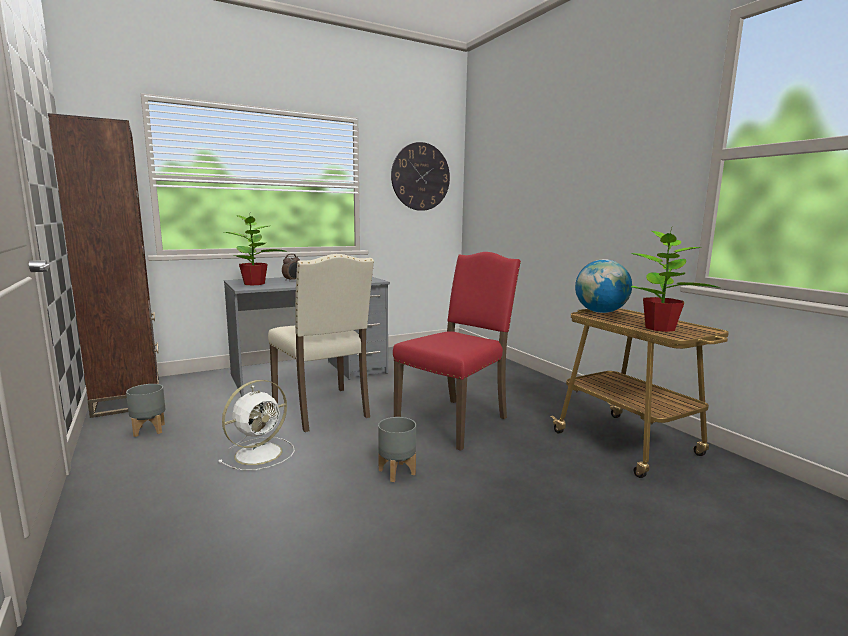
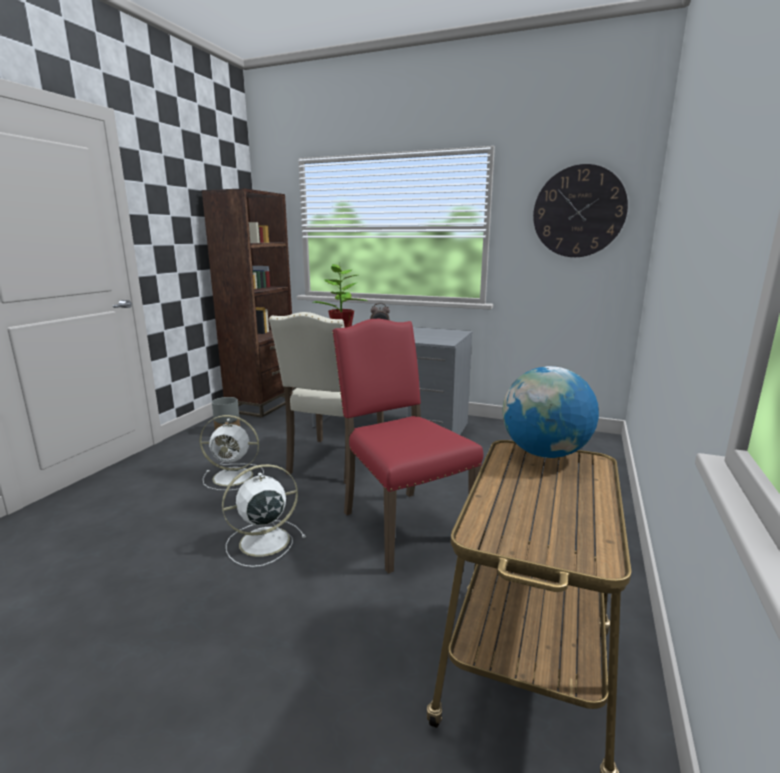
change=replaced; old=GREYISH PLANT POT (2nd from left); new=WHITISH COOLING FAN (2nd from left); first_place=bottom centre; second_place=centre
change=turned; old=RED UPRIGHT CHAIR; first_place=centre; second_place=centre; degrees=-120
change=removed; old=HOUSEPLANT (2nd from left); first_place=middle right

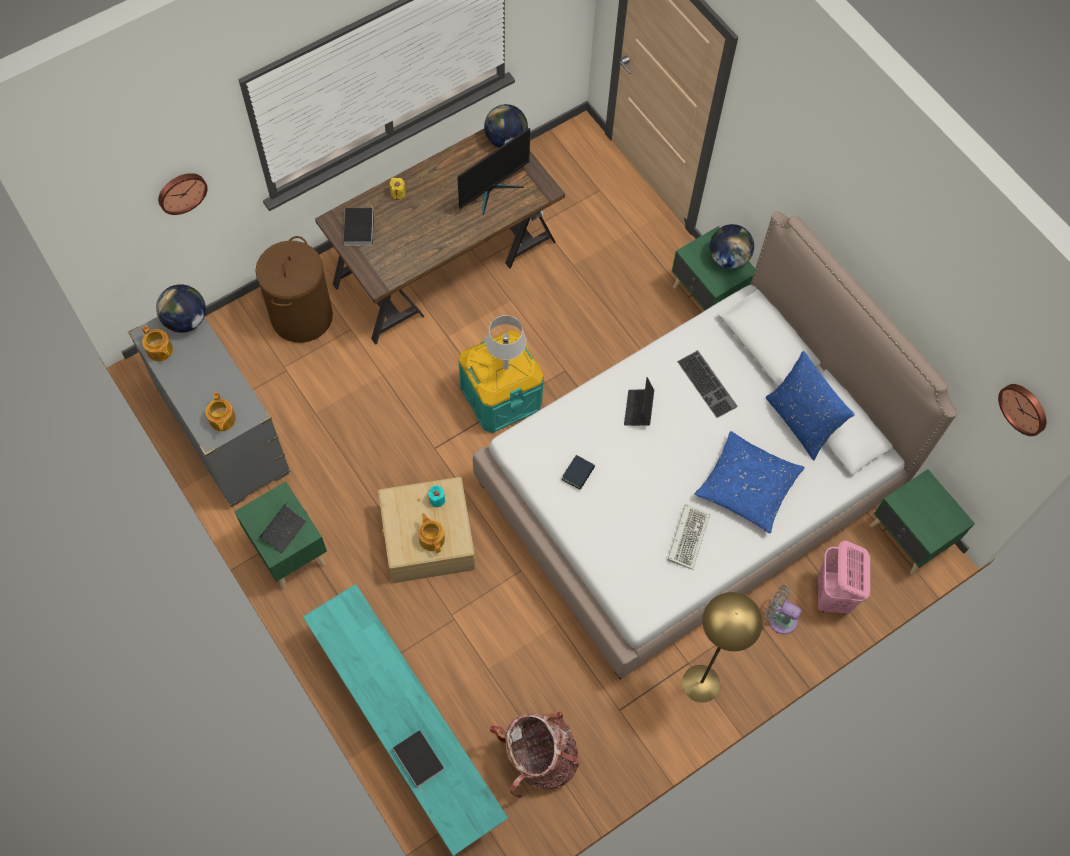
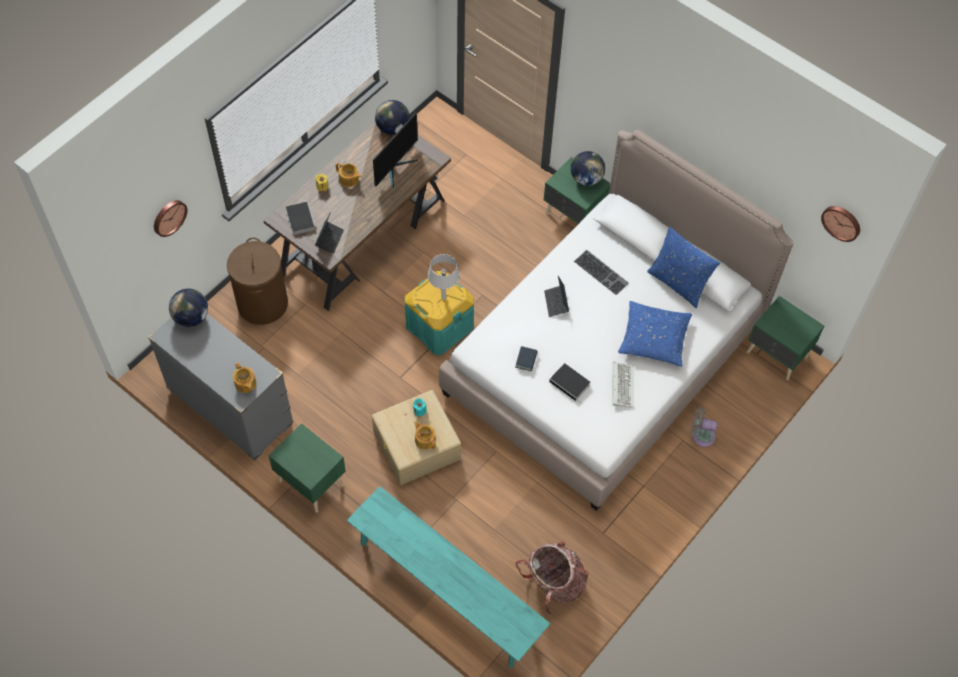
change=moved; old=TEA POT (1st from left in the first image); new=TEA POT (2nd from left); first_place=middle left; second_place=top centre
change=moved; old=NOTEBOOK COMPUTER (1st from left); first_place=middle left; second_place=centre
change=moved; old=BOUND BOOK (2nd from left in the first image); new=BOUND BOOK (3rd from left); first_place=bottom centre; second_place=centre
change=removed; old=YELLOW STANDARD LAMP; first_place=bottom right
change=removed; old=PINK HAMPER; first_place=bottom right

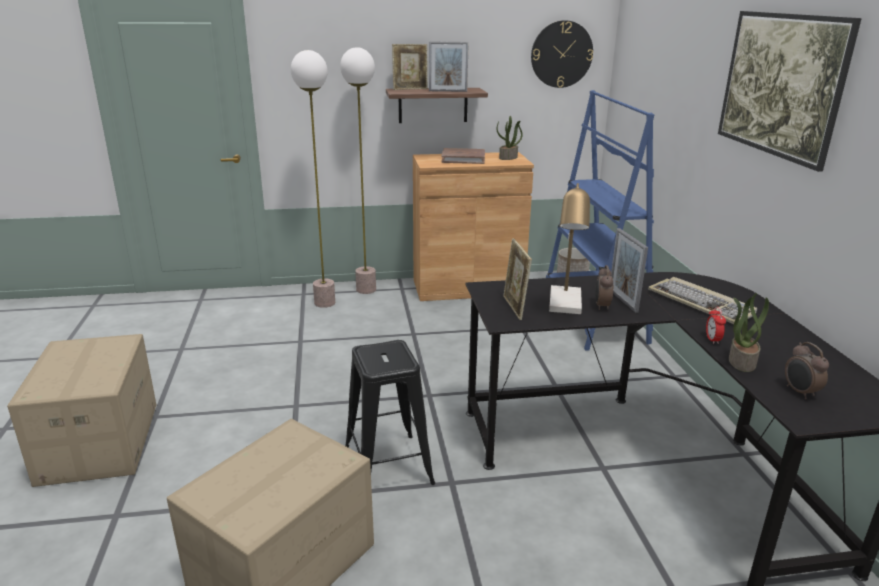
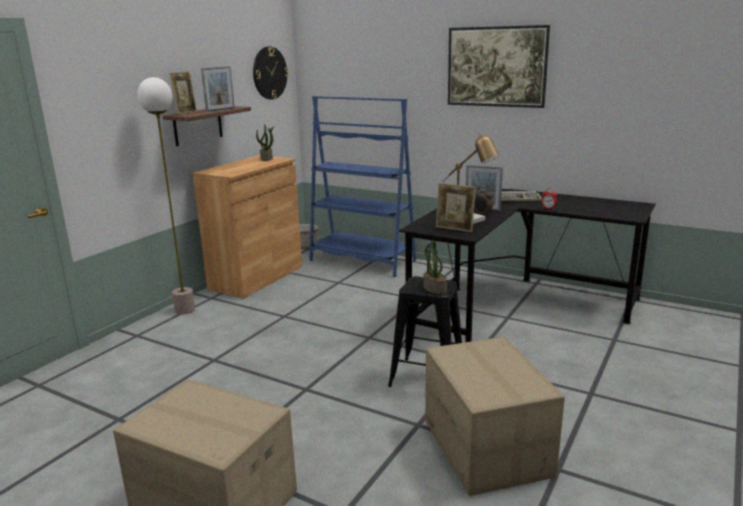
change=removed; old=STANDARD LAMP (1st from left); first_place=top centre
change=removed; old=BROWN BOUND BOOK; first_place=top centre
change=moved; old=HOUSEPLANT (2nd from left); first_place=middle right; second_place=centre
change=removed; old=BEDSIDE CLOCK (3rd from left); first_place=middle right

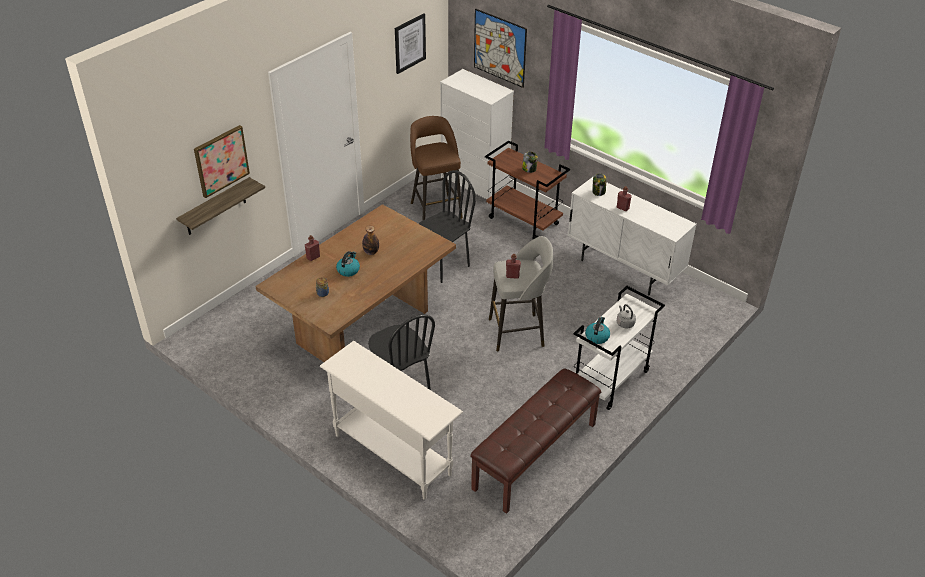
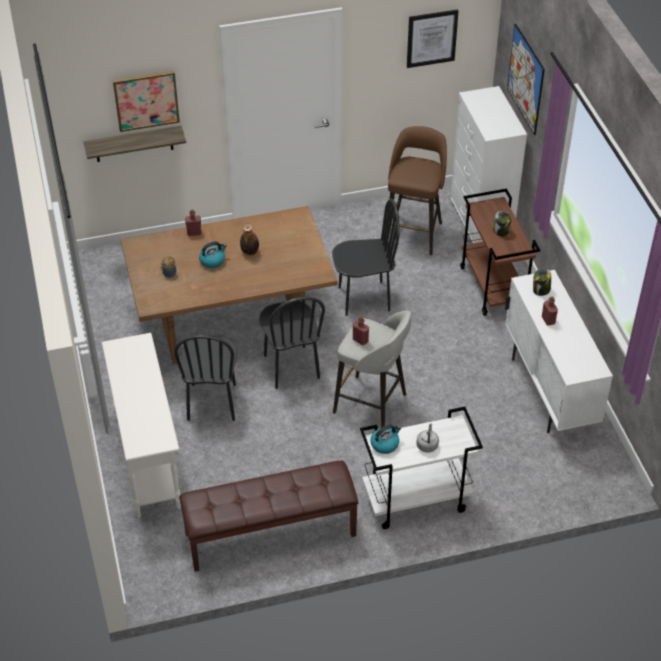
change=added; new=BLACK-COLOURED UPRIGHT CHAIR (2nd from left); second_place=centre

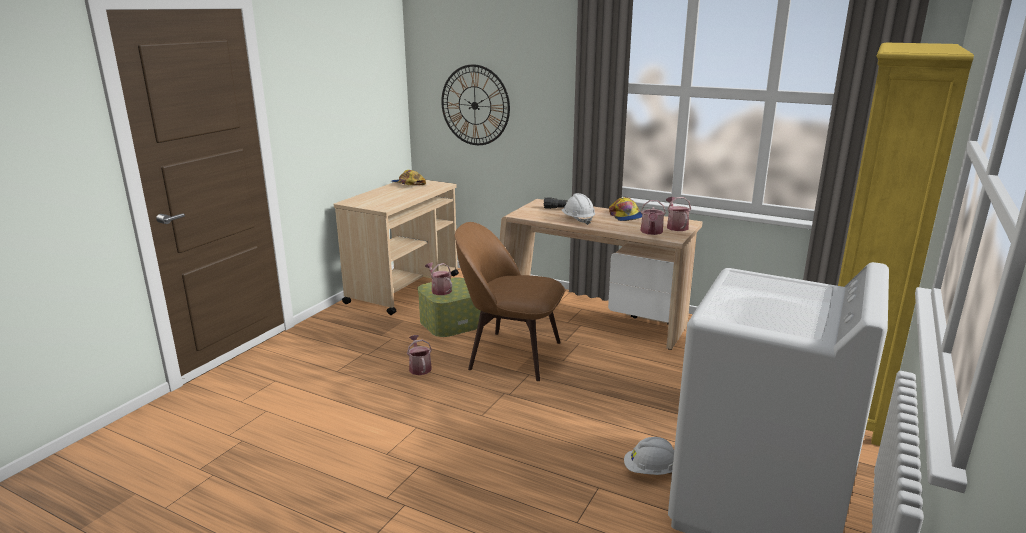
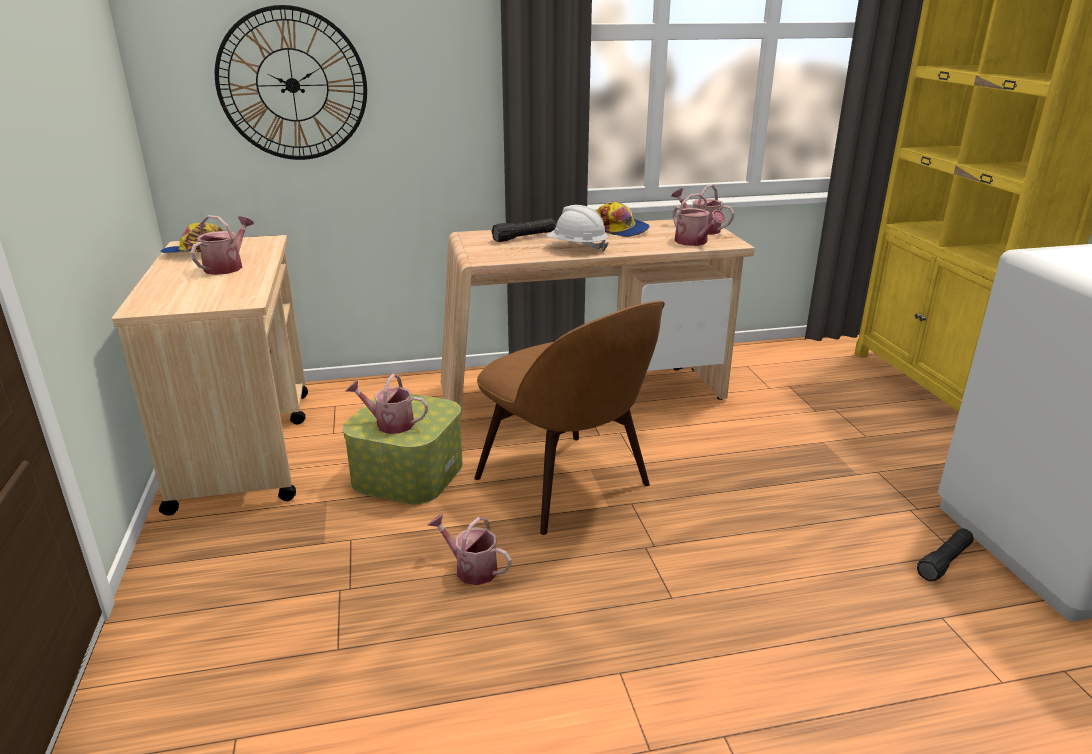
change=turned; old=BROWN UPRIGHT CHAIR; first_place=centre; second_place=centre; degrees=-105
change=replaced; old=WHITISH SAFETY HELMET (2nd from left); new=BLACK-COLOURED FLASHLIGHT (2nd from left); first_place=bottom centre; second_place=bottom right
change=added; new=SPRINKLING CAN (1st from left); second_place=top left

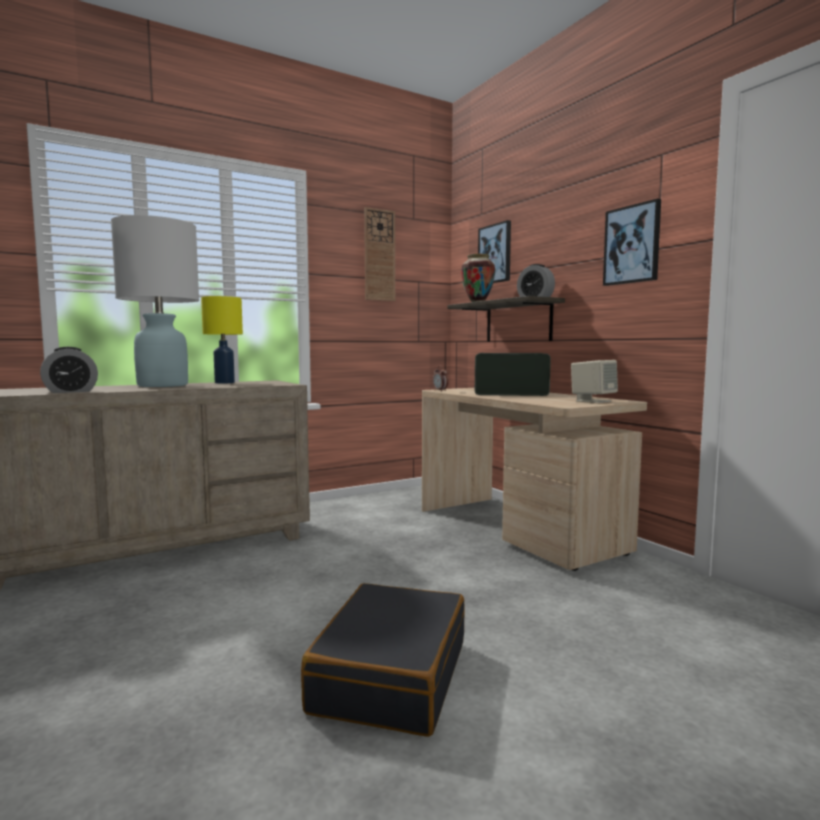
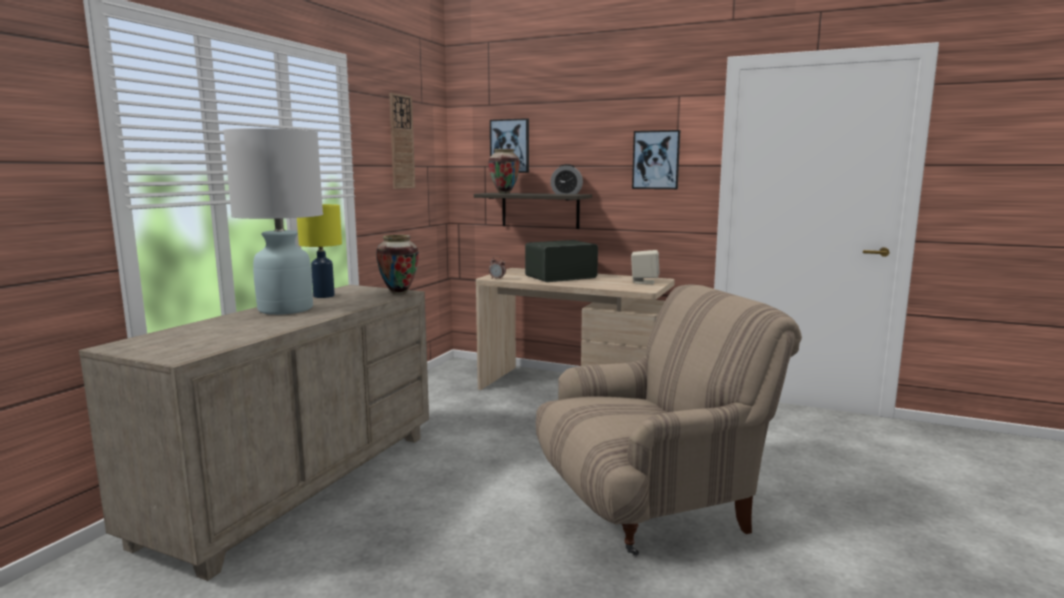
change=removed; old=BEDSIDE CLOCK (1st from left); first_place=middle left
change=replaced; old=BLACK-COLOURED TRAVEL CASE; new=BEIGE ARMCHAIR; first_place=bottom centre; second_place=bottom centre
change=added; new=FLOWER VASE (1st from left); second_place=centre

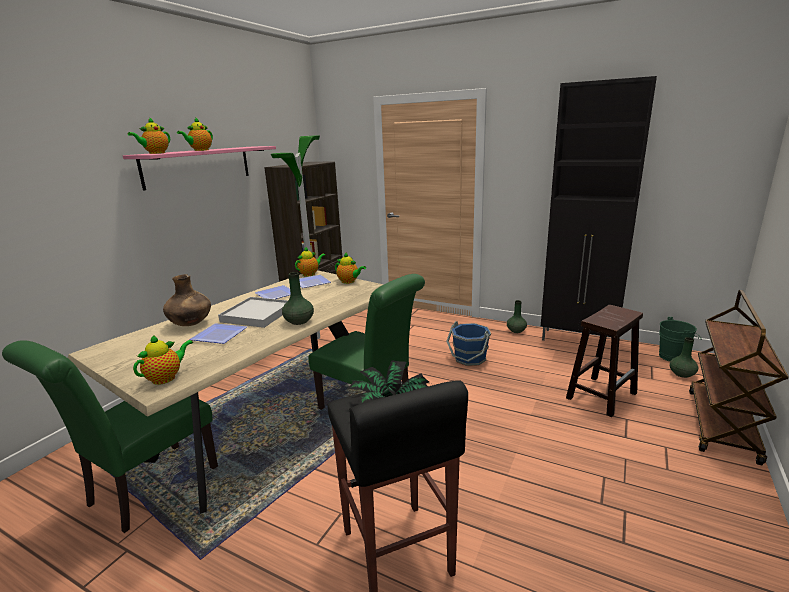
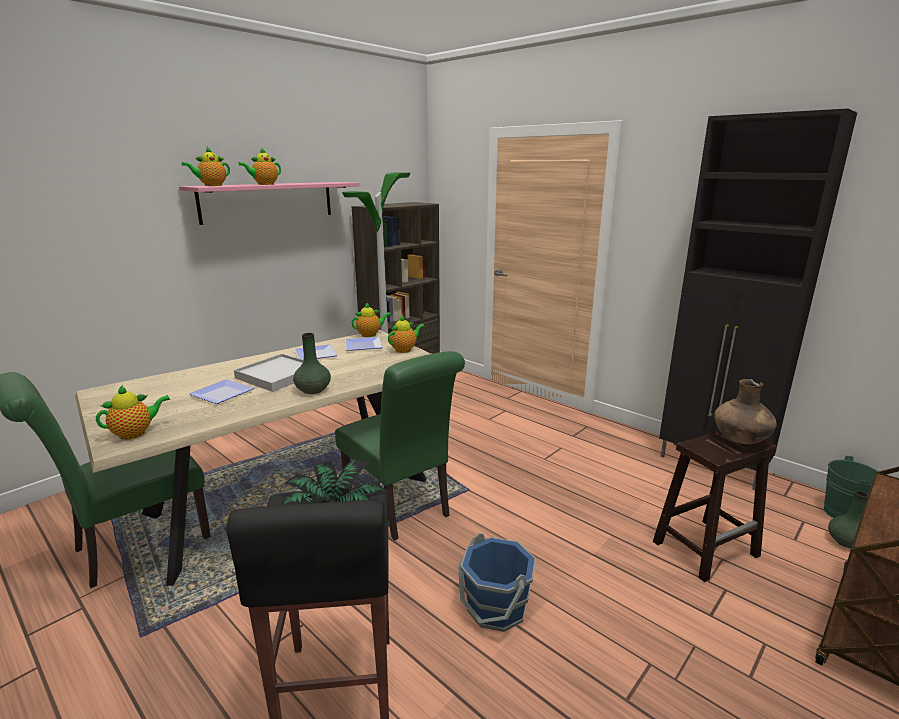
change=moved; old=BROWN FLOWER VASE; first_place=middle left; second_place=middle right
change=turned; old=TEA POT (5th from left); first_place=centre; second_place=centre; degrees=-90
change=moved; old=BLUE WATER BUCKET; first_place=centre; second_place=bottom centre
change=removed; old=GREEN-COLOURED FLOWER VASE (2nd from left); first_place=centre

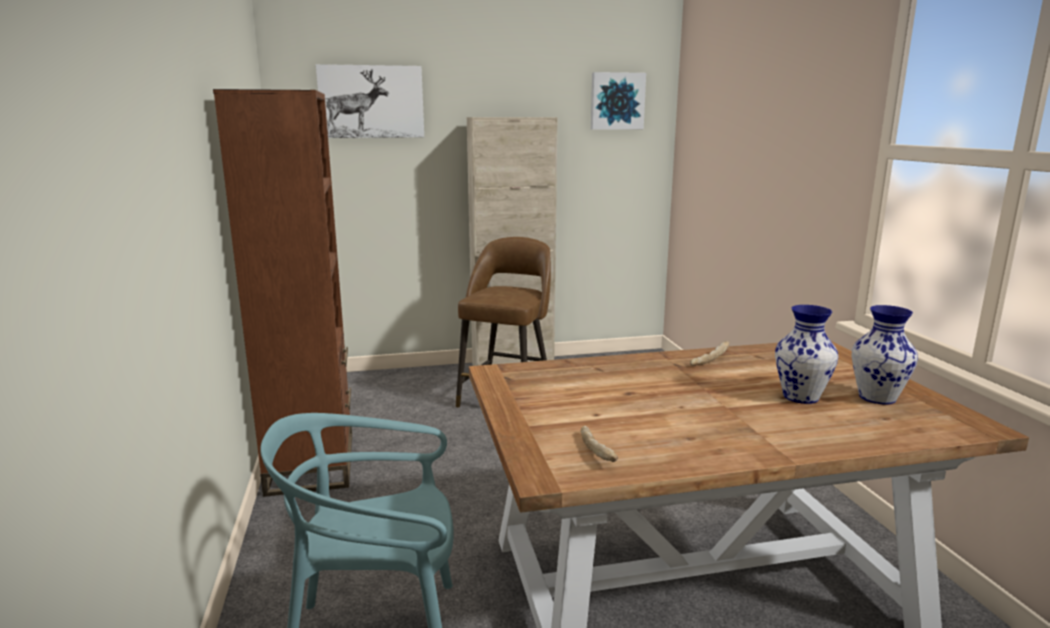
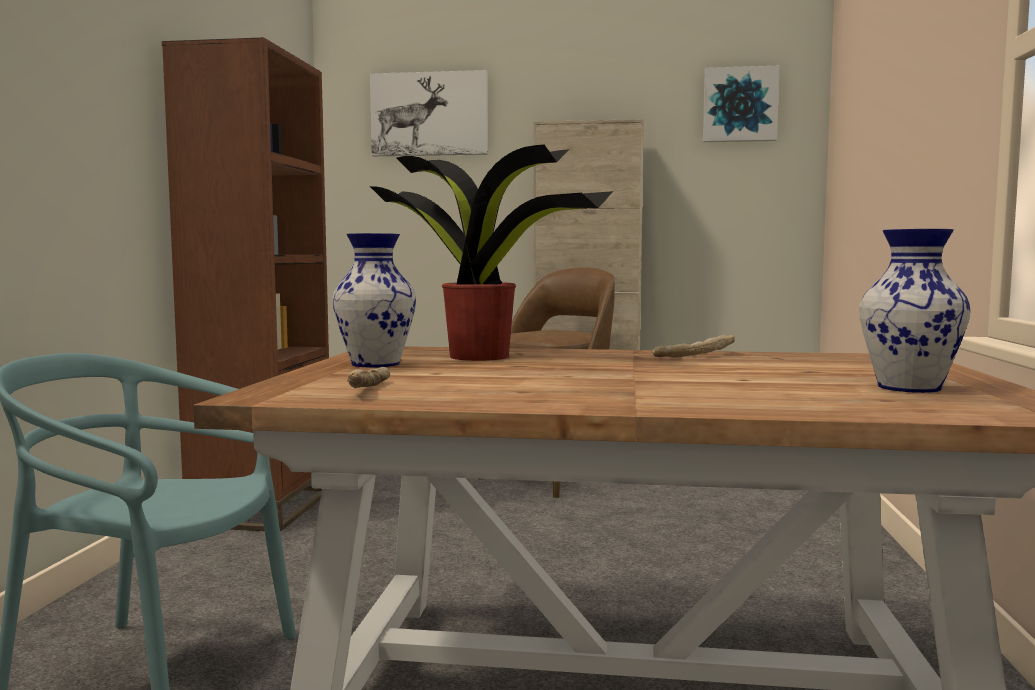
change=moved; old=FLOWER VASE (1st from left); first_place=middle right; second_place=centre
change=added; new=HOUSEPLANT; second_place=centre

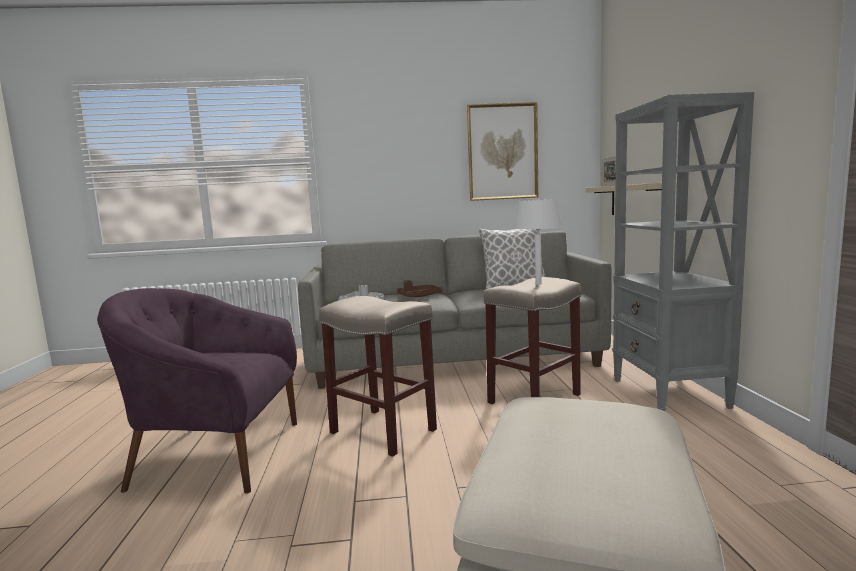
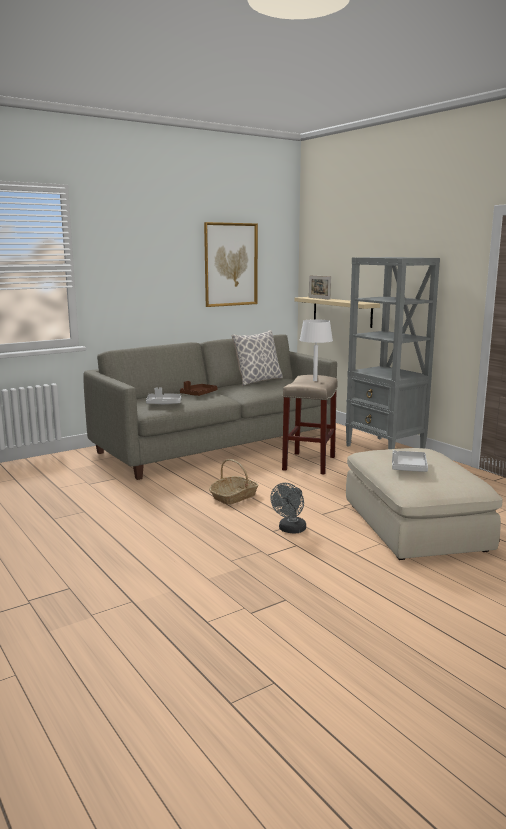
change=removed; old=PURPLE ARMCHAIR; first_place=bottom left
change=replaced; old=BEIGE STOOL (1st from left); new=HOUSEHOLD BASKET; first_place=centre; second_place=centre
change=added; new=GREYISH COOLING FAN; second_place=centre
change=added; new=GREYISH TRAY (2nd from left); second_place=middle right

